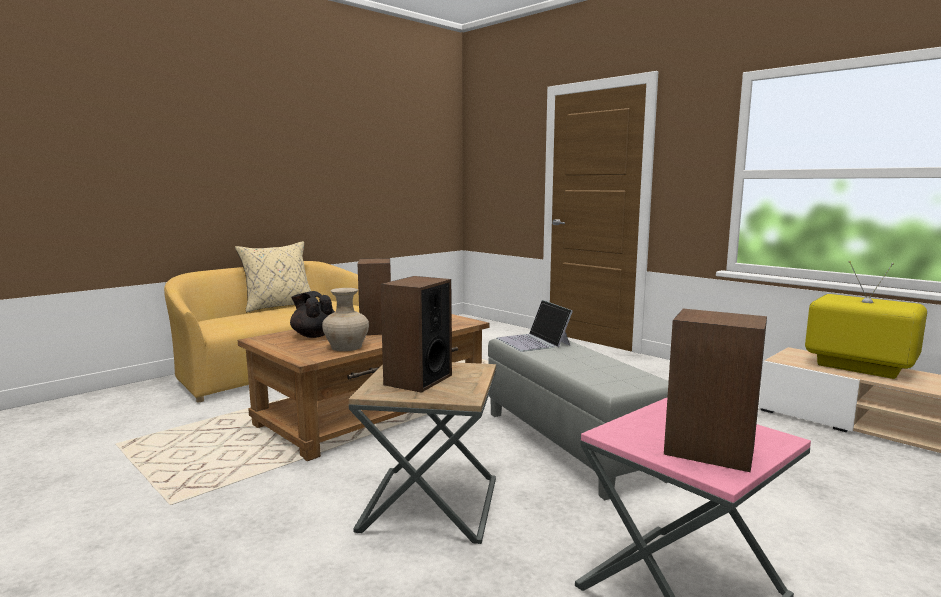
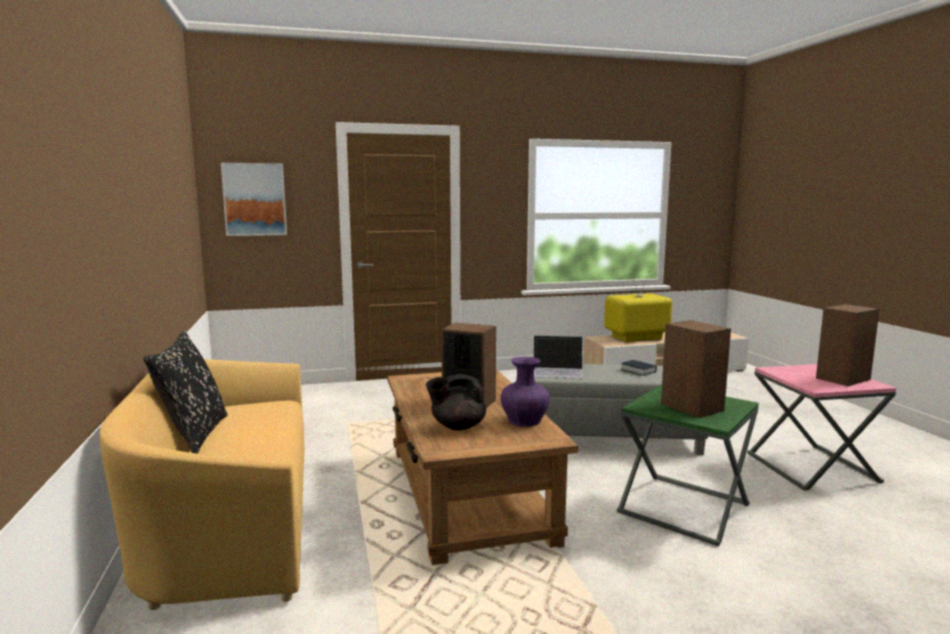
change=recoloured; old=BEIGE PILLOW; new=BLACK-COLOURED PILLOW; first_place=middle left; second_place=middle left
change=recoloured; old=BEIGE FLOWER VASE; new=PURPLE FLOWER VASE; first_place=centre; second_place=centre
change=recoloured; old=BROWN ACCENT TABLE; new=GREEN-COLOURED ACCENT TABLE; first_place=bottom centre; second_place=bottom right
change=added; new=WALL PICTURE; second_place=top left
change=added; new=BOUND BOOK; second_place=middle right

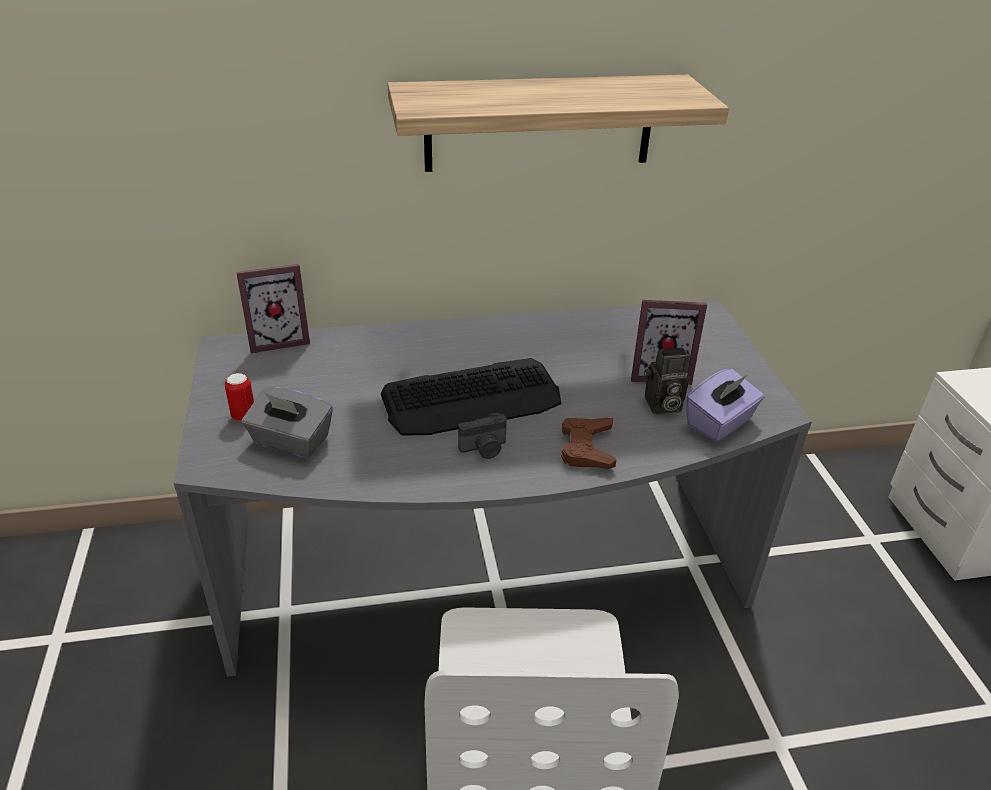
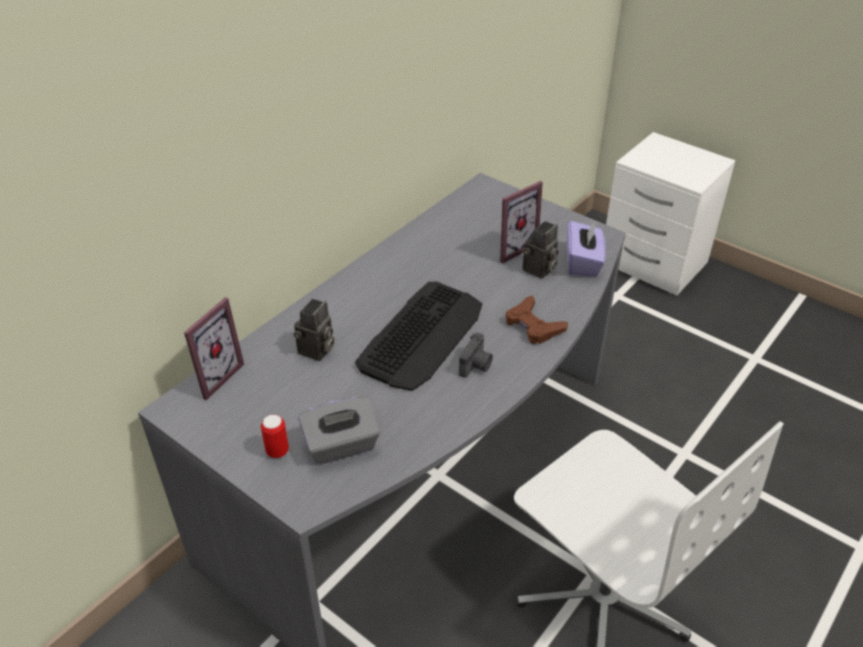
change=removed; old=SHELF; first_place=top centre
change=added; new=PHOTO CAMERA (1st from left); second_place=centre

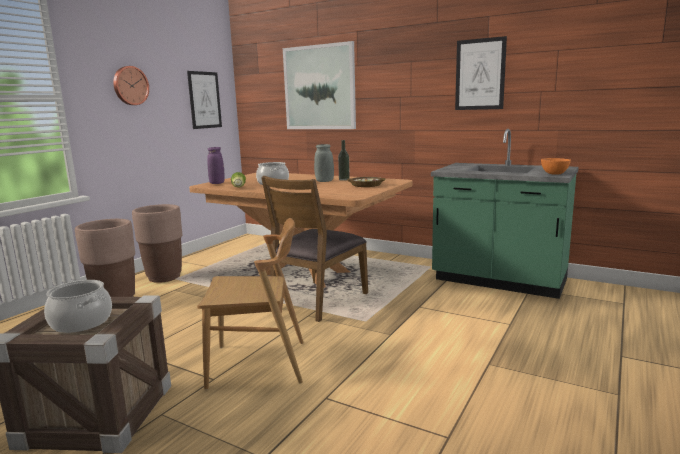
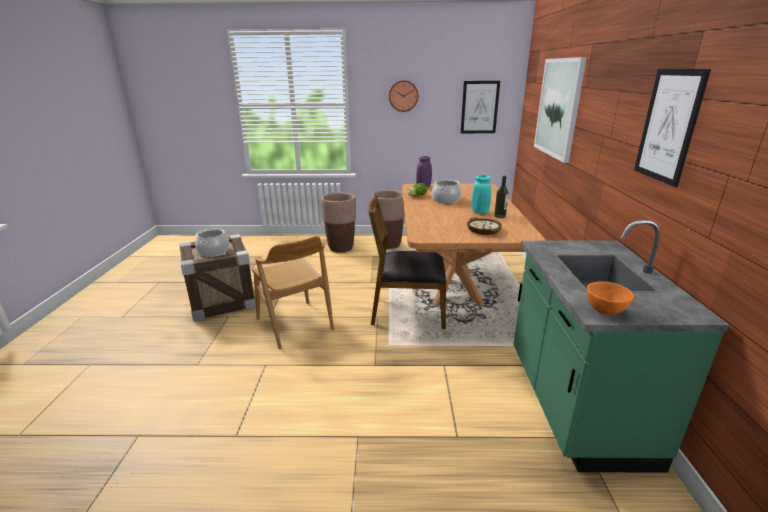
change=recoloured; old=GREYISH FLOWER VASE; new=TURQUOISE-COLOURED FLOWER VASE; first_place=centre; second_place=centre

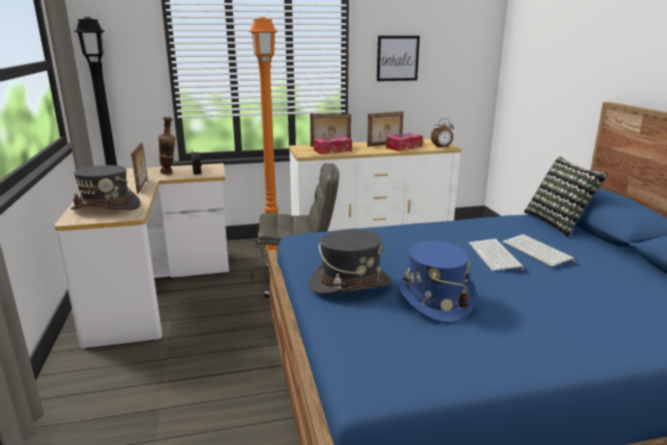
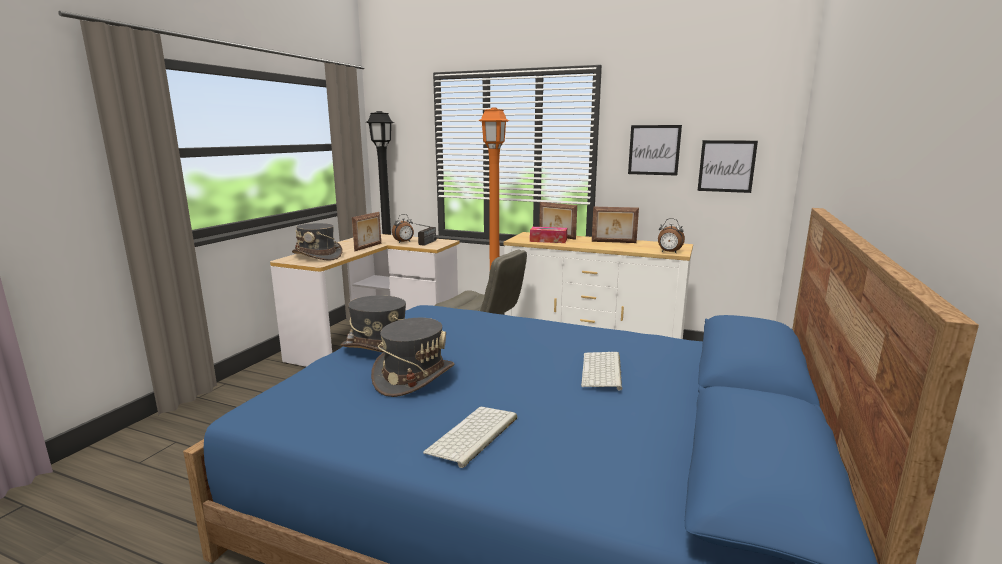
change=replaced; old=FLOWER VASE; new=BEDSIDE CLOCK (1st from left); first_place=top left; second_place=centre
change=removed; old=TISSUE HOLDER (2nd from left); first_place=top centre
change=recoloured; old=BLUE CLOTHING HAT; new=GREYISH CLOTHING HAT (3rd from left); first_place=centre; second_place=centre
change=moved; old=PC KEYBOARD (1st from left); first_place=middle right; second_place=bottom centre
change=removed; old=PILLOW; first_place=middle right
change=added; new=WALL PICTURE (2nd from left); second_place=top right

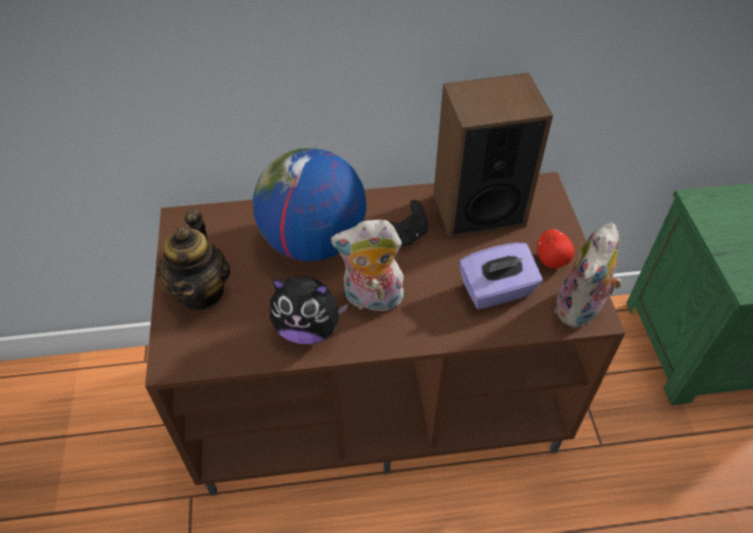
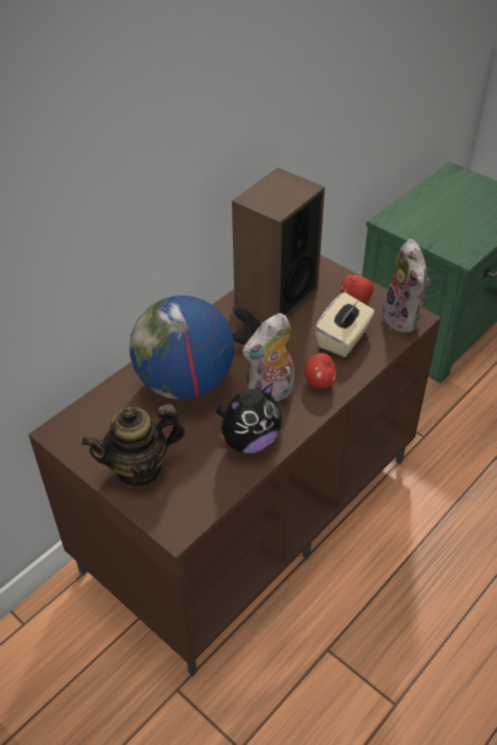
change=turned; old=TEA POT; first_place=middle left; second_place=middle left; degrees=105
change=recoloured; old=PURPLE TISSUE HOLDER; new=BEIGE TISSUE HOLDER; first_place=centre; second_place=middle right
change=added; new=APPLE FRUIT (1st from left); second_place=centre

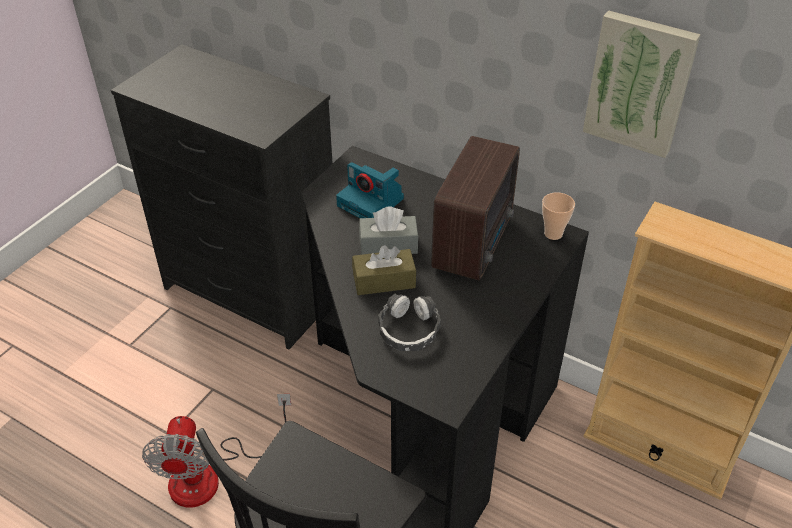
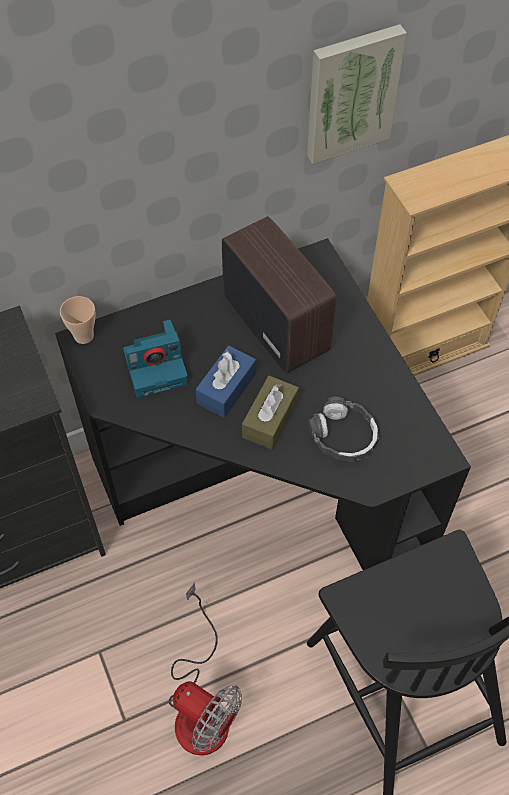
change=recoloured; old=GREYISH TISSUE HOLDER; new=BLUE TISSUE HOLDER; first_place=centre; second_place=centre
change=moved; old=SMALL CUP; first_place=middle right; second_place=middle left

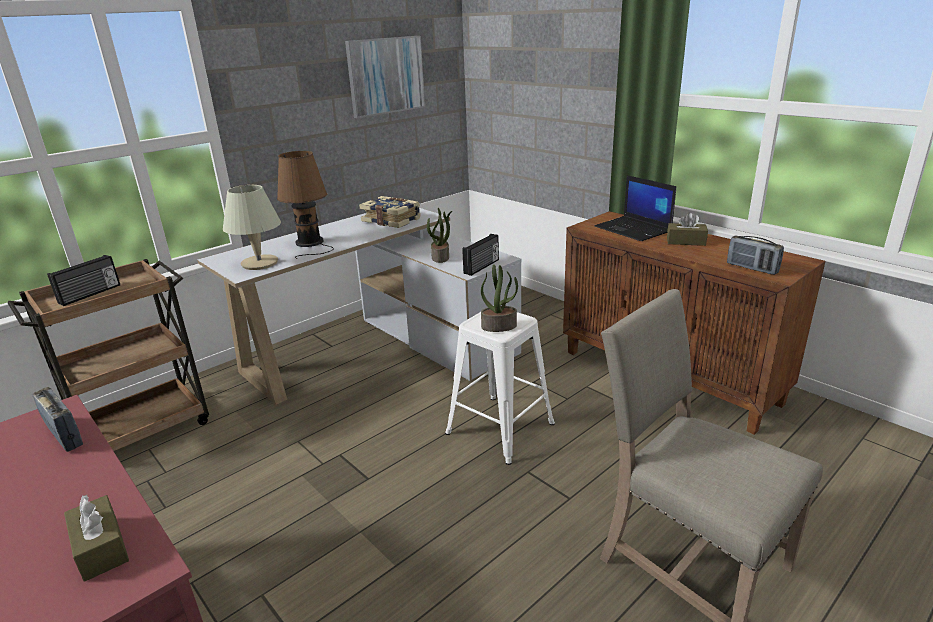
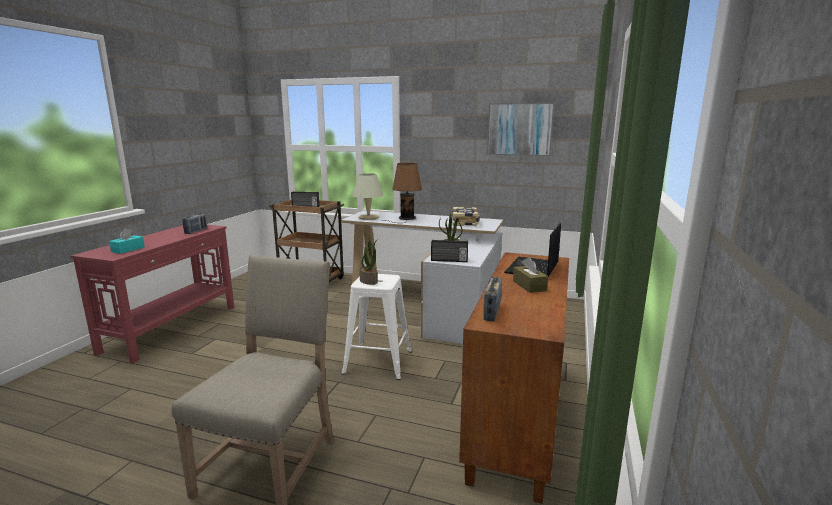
change=recoloured; old=BROWN TISSUE HOLDER (1st from left); new=TURQUOISE-COLOURED TISSUE HOLDER; first_place=bottom left; second_place=middle left

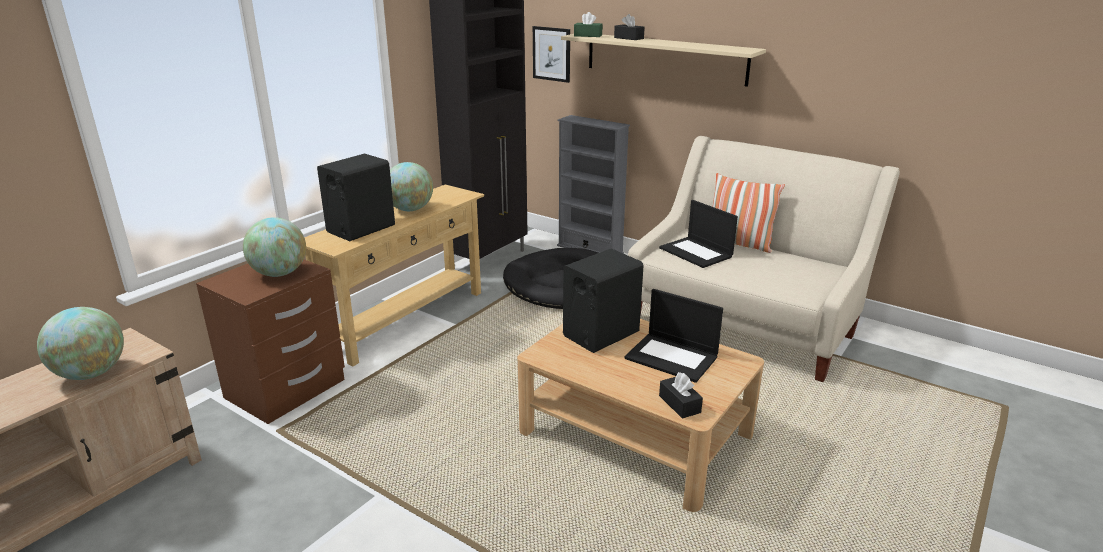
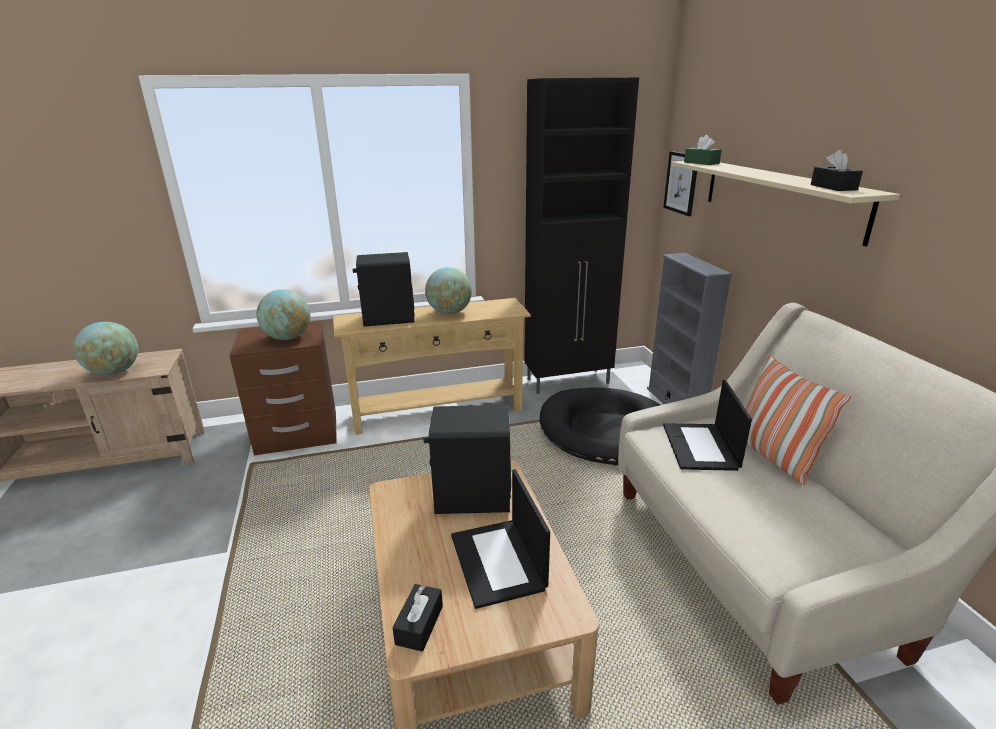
change=moved; old=BLACK-COLOURED TISSUE HOLDER (1st from left in the first image); new=BLACK-COLOURED TISSUE HOLDER (2nd from left); first_place=top centre; second_place=top right

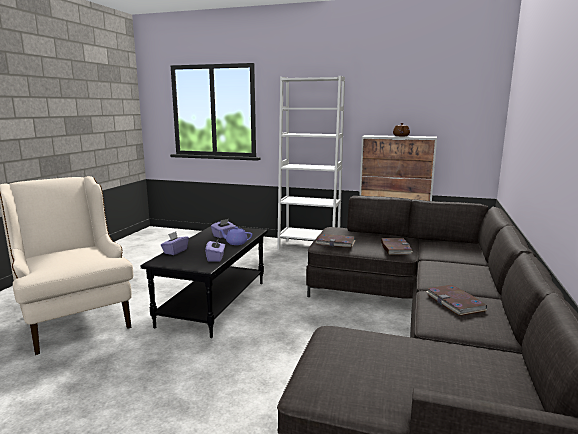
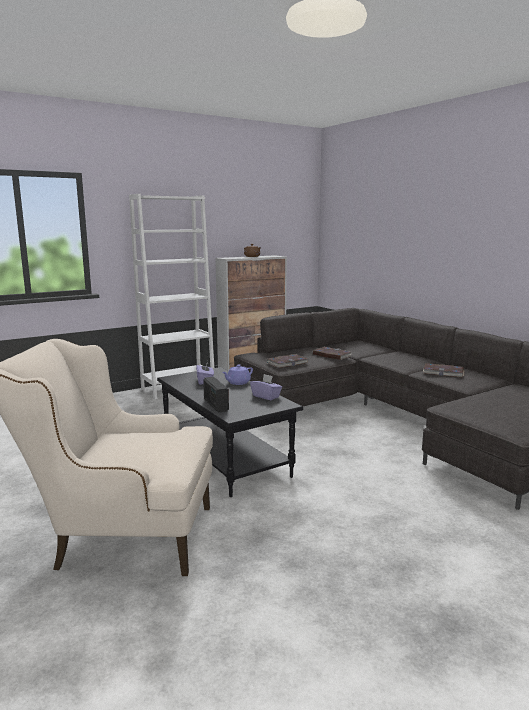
change=replaced; old=PURPLE TISSUE HOLDER (1st from left); new=RADIO SET; first_place=middle left; second_place=centre

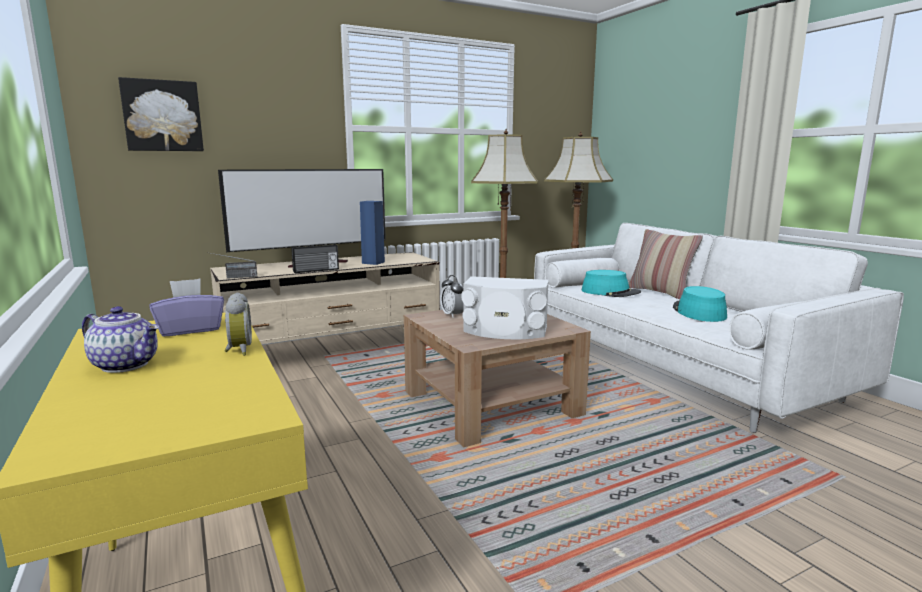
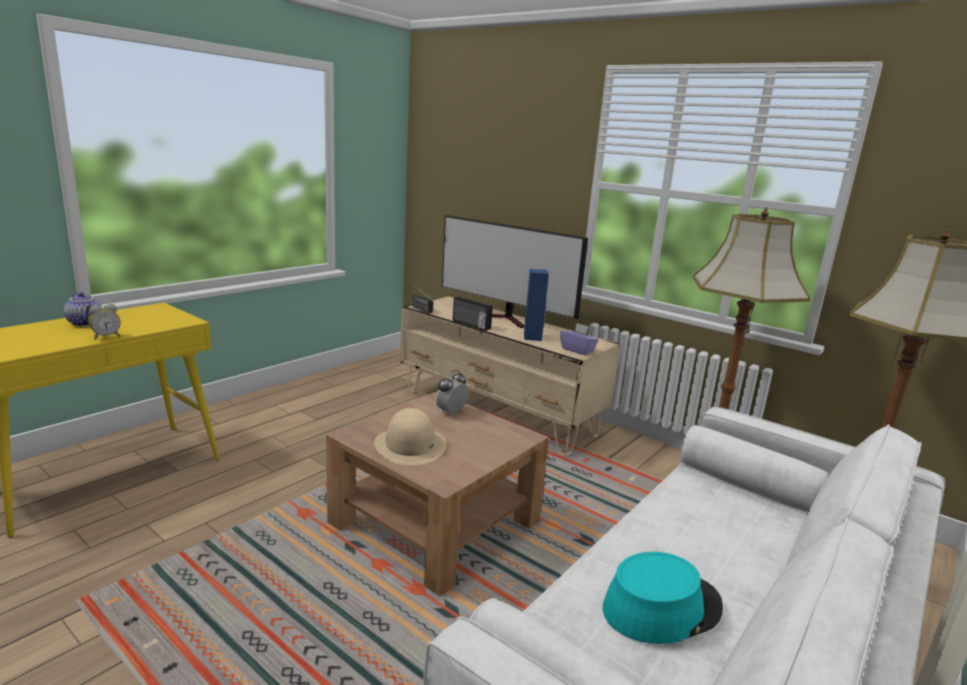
change=turned; old=TEA POT; first_place=middle left; second_place=middle left; degrees=-45
change=removed; old=WALL PICTURE; first_place=top left
change=moved; old=PURPLE TISSUE HOLDER; first_place=middle left; second_place=centre
change=replaced; old=WHITISH AUDIO SPEAKER; new=BEIGE CLOTHING HAT; first_place=centre; second_place=centre
change=removed; old=TURQUOISE-COLOURED CLOTHING HAT (1st from left); first_place=centre
change=removed; old=PILLOW; first_place=middle right

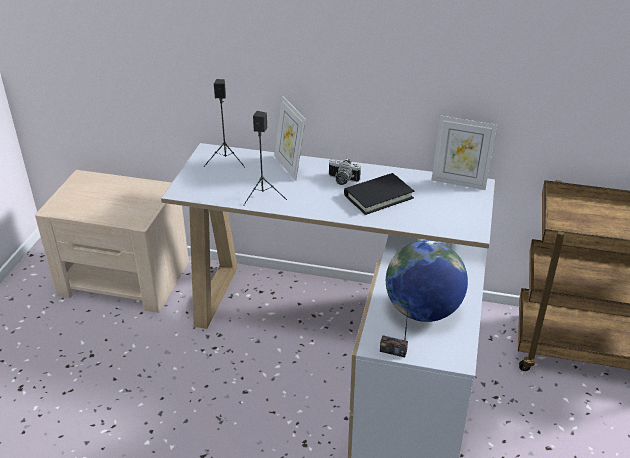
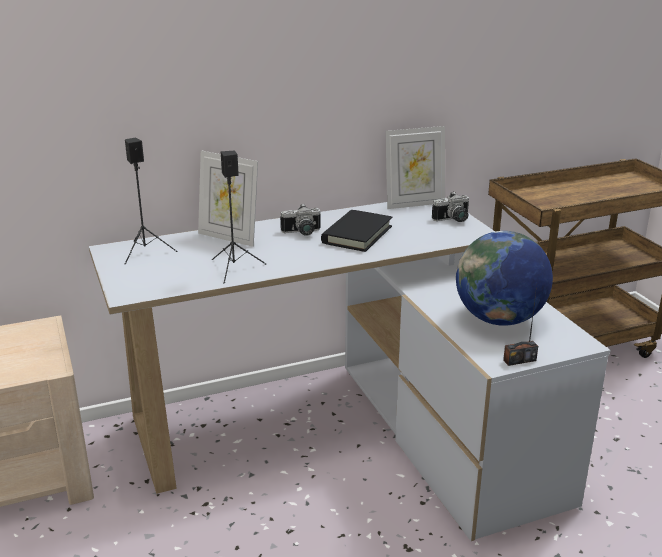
change=added; new=PHOTO CAMERA (2nd from left); second_place=middle right

